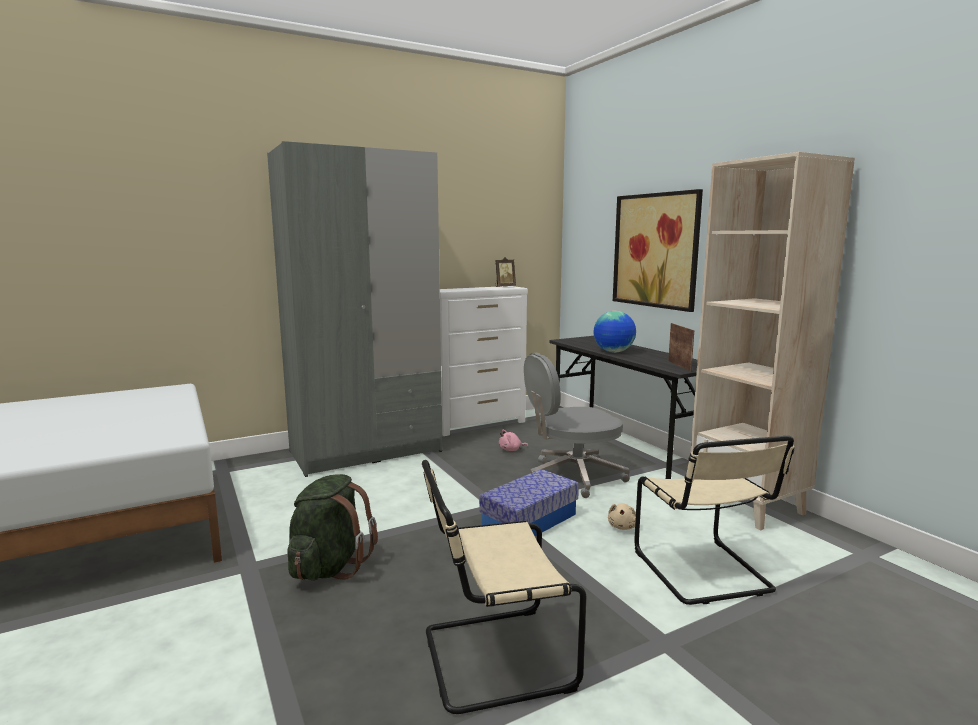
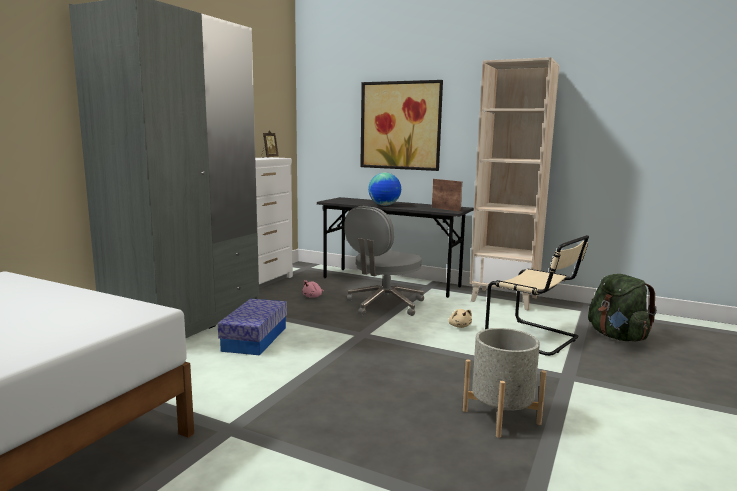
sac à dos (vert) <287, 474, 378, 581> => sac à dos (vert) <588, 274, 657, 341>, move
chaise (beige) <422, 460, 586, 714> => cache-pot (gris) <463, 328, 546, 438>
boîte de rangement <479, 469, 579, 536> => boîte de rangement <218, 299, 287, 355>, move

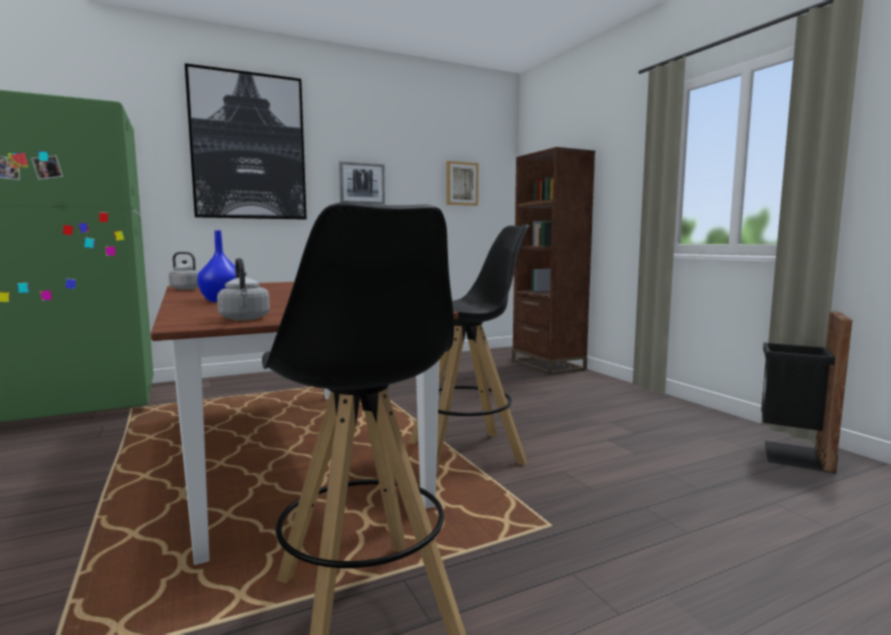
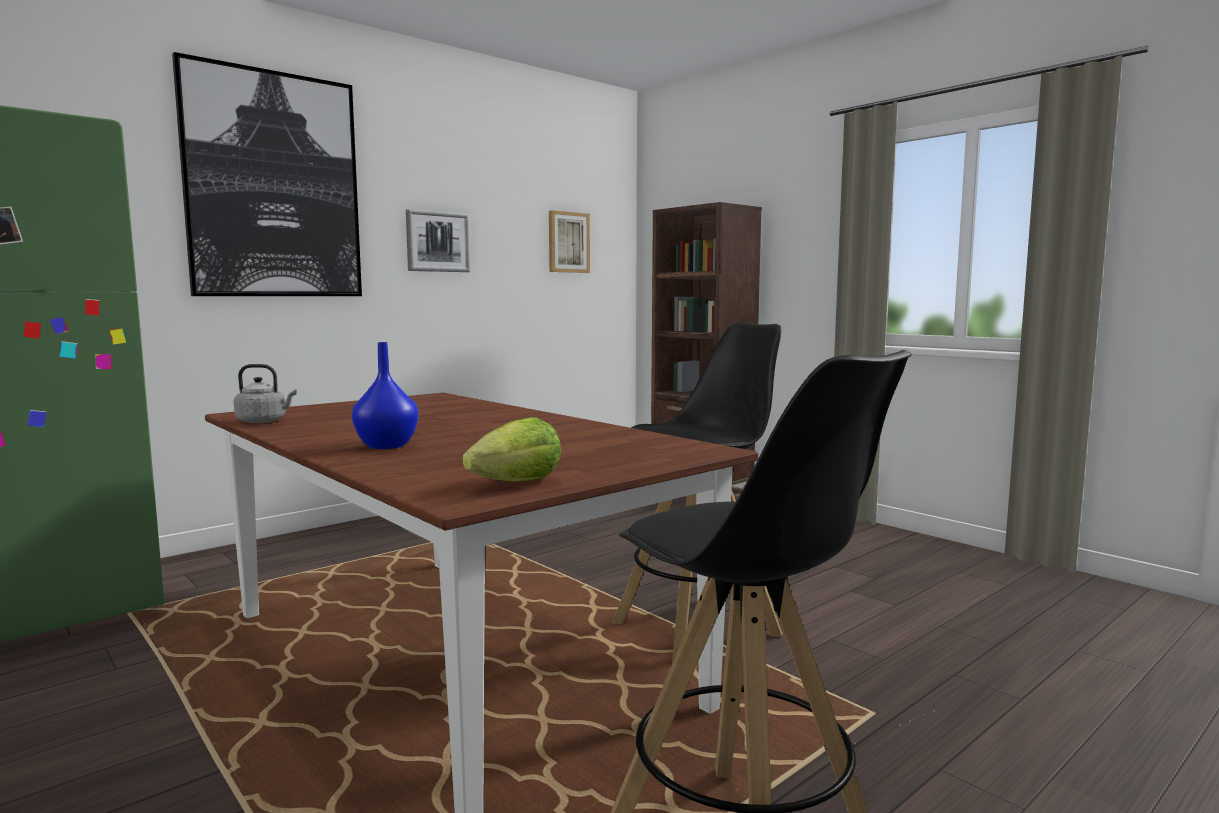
bouilloire (gris) <217, 258, 270, 321> => laitue <463, 417, 562, 482>
poubelle (noir) <761, 311, 852, 473> => nothing

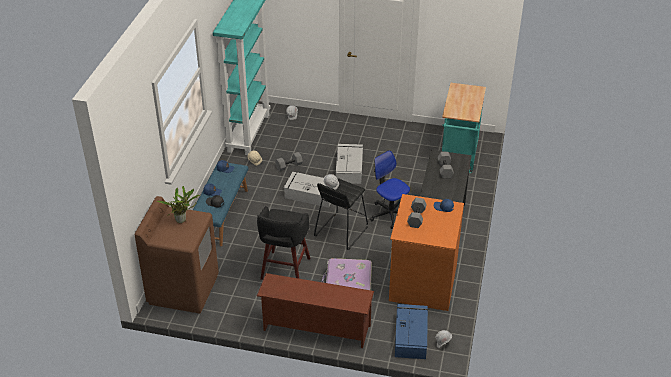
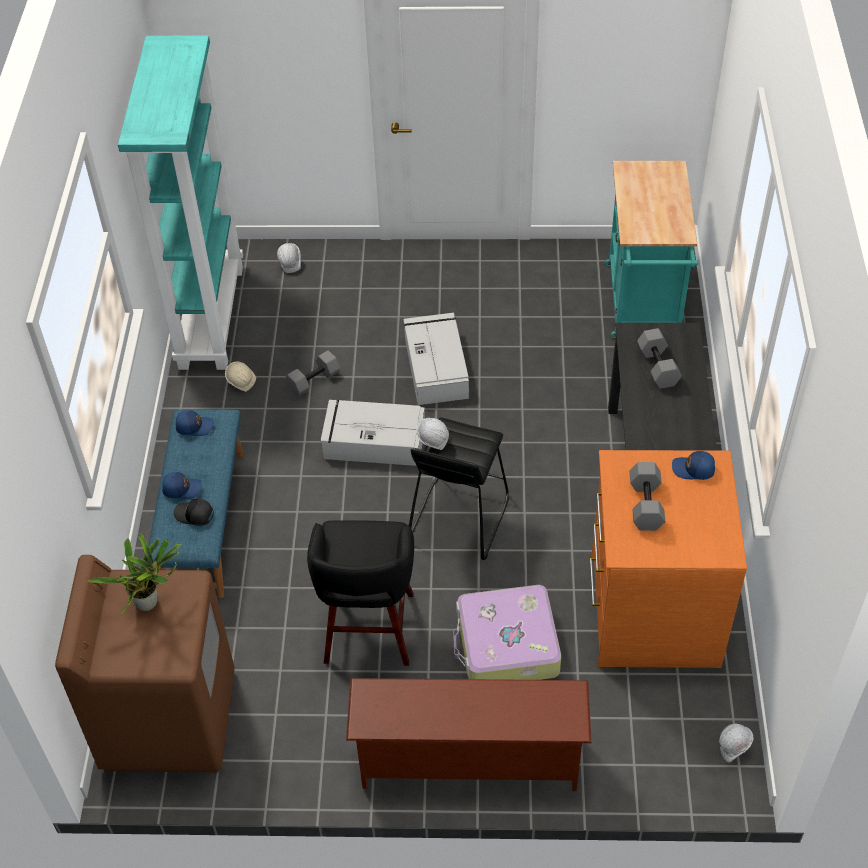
chaise de bureau <370, 150, 410, 229> => nothing
boîte de rangement (bleu) <395, 304, 428, 359> => nothing

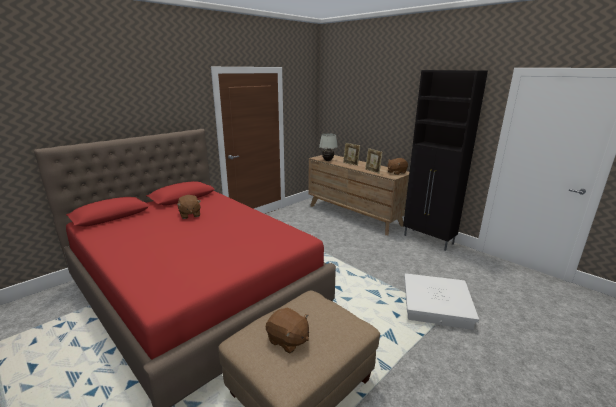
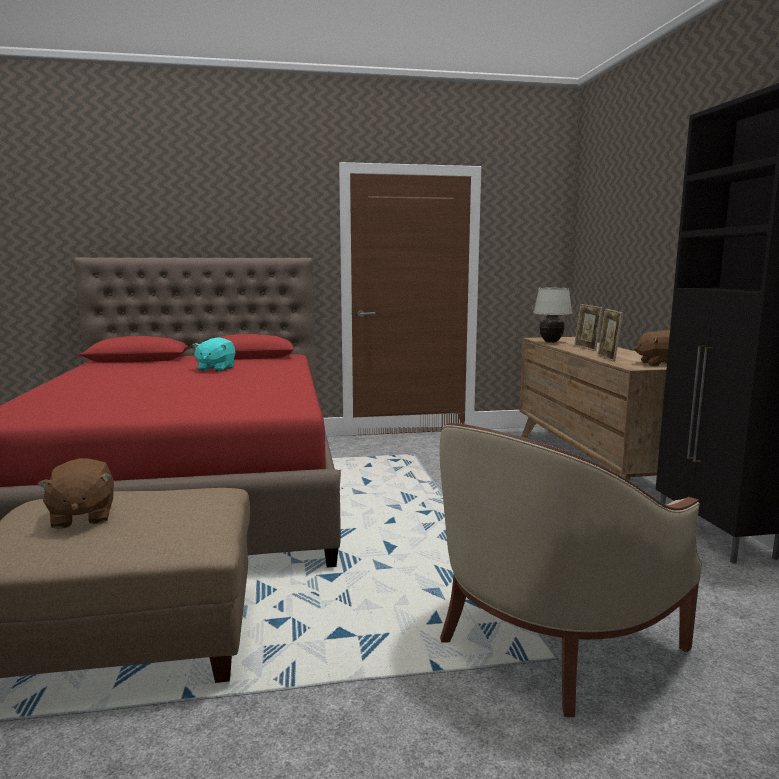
peluche (marron) <177, 195, 201, 219> => peluche (turquoise) <193, 337, 236, 372>
boîte de rangement (blanc) <404, 273, 479, 330> => fauteuil (beige) <439, 423, 702, 717>

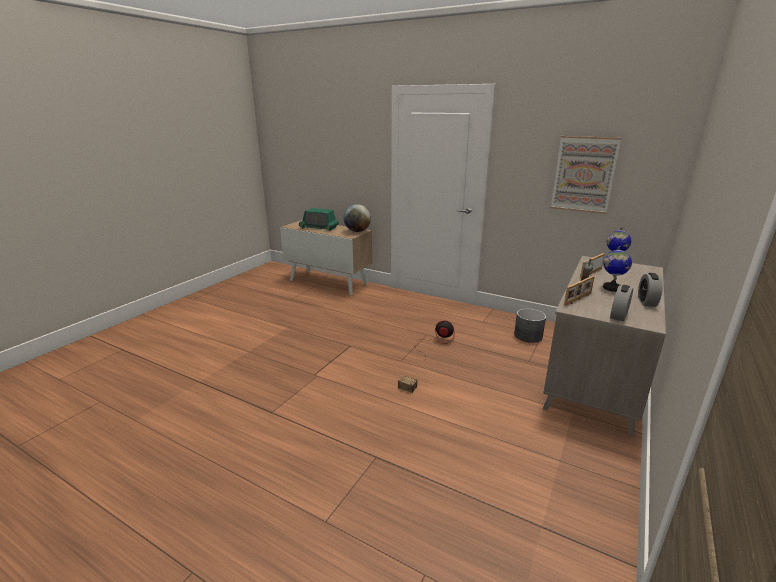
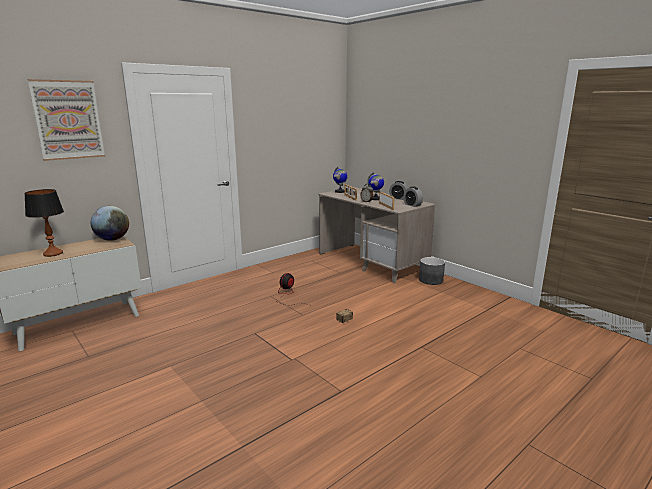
radio <299, 208, 339, 231> => lampe de table <24, 189, 64, 257>
cache-pot (gris) <514, 309, 546, 343> => cache-pot (gris) <419, 257, 445, 285>, move
tableau <551, 136, 621, 214> => tableau <28, 79, 105, 161>, move

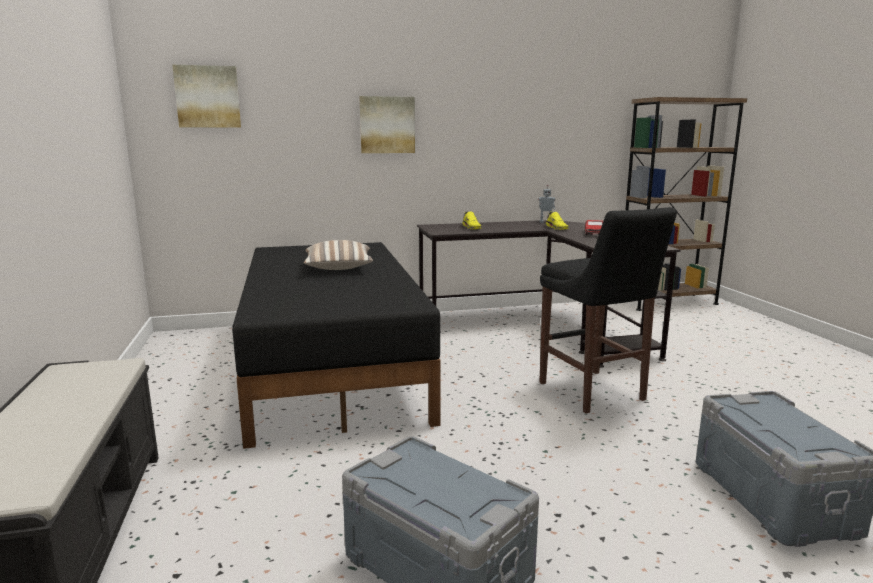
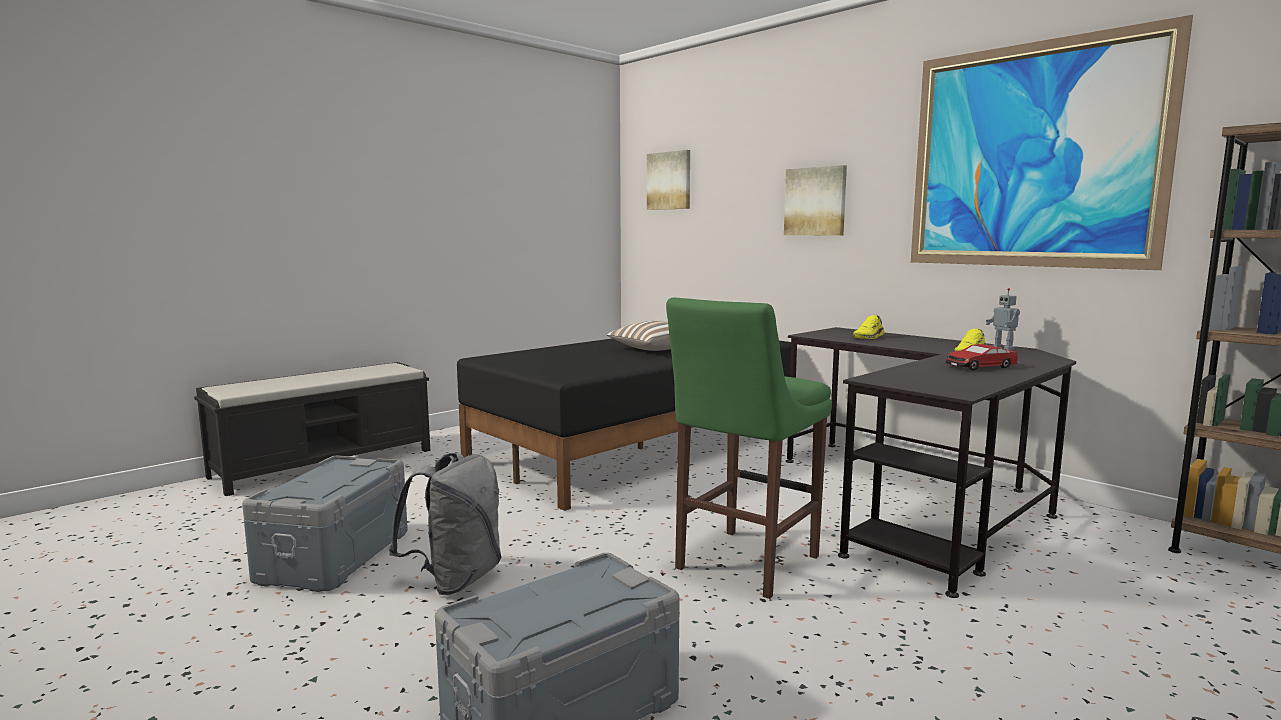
tabouret (noir) <539, 207, 677, 414> => tabouret (vert) <666, 297, 832, 599>
nothing => sac à dos (gris) <389, 453, 502, 595>
nothing => tableau <911, 15, 1193, 270>

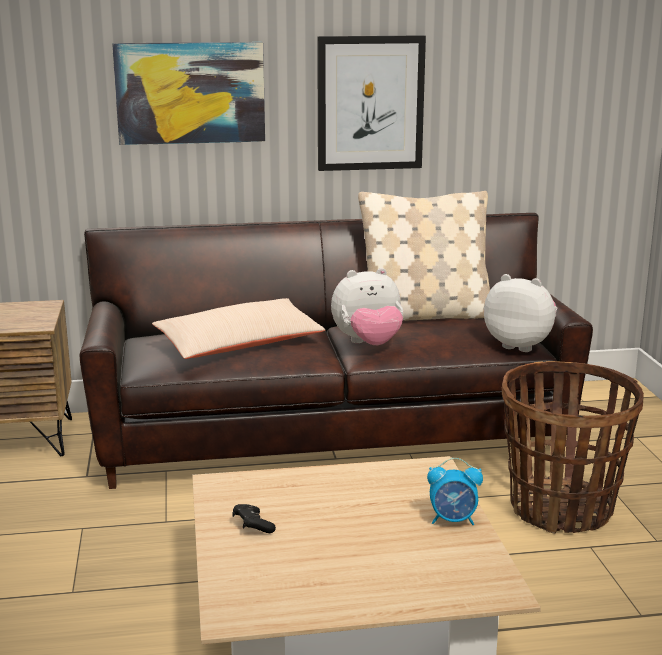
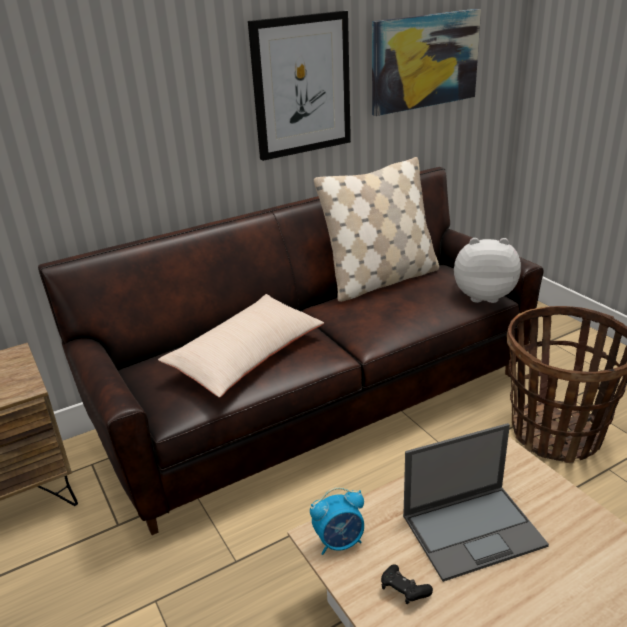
tableau <112, 42, 265, 145> => tableau <372, 9, 481, 116>, move
peluche <331, 268, 403, 345> => nothing
réveil <427, 458, 483, 525> => réveil <310, 487, 364, 555>, move
nothing => ordinateur portable <403, 423, 549, 582>

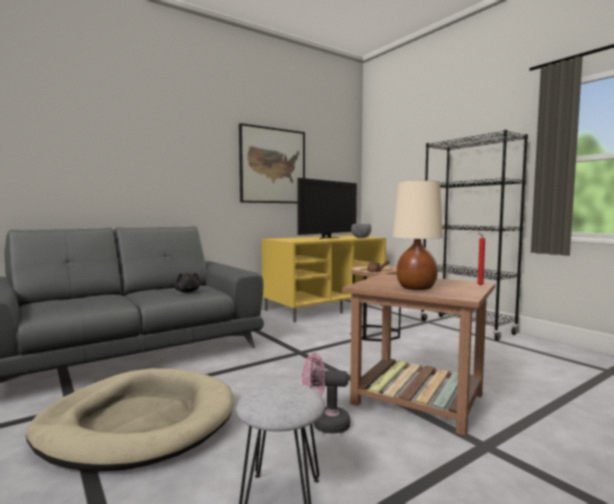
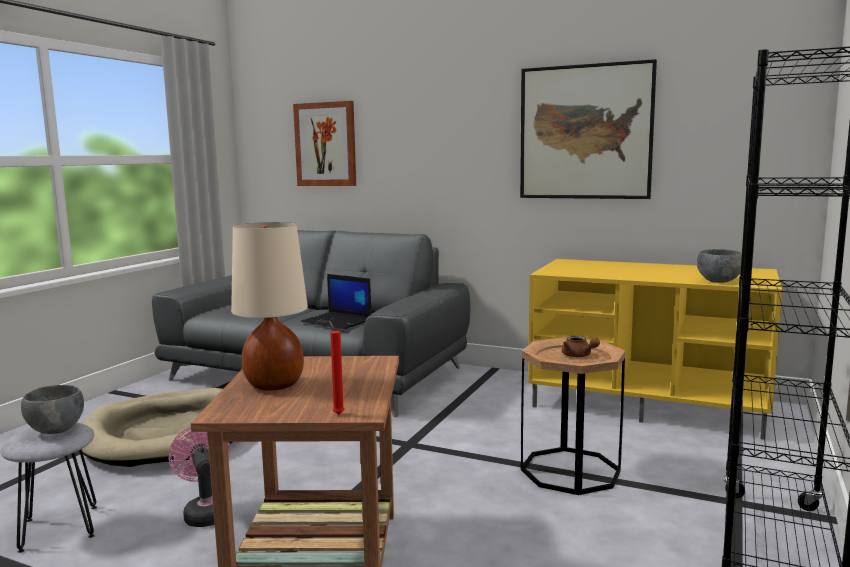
peluche (noir) <175, 273, 200, 293> => ordinateur portable <301, 274, 372, 329>
téléviseur <297, 178, 357, 239> => nothing
nothing => bol (gris) <21, 385, 84, 434>
nothing => tableau <293, 101, 356, 186>

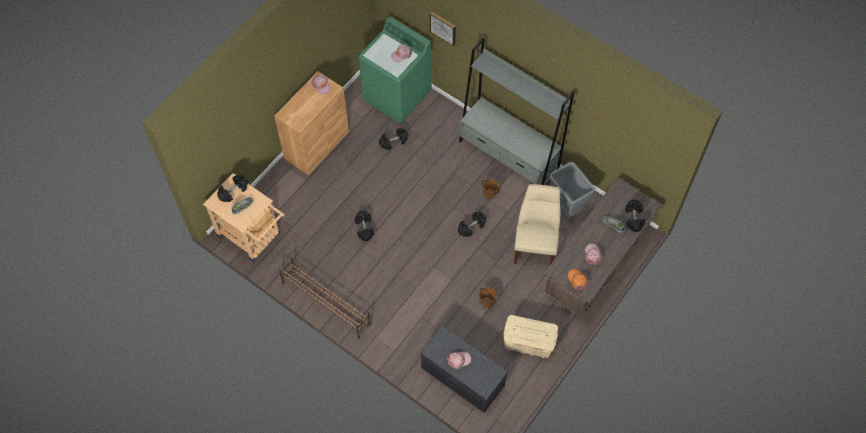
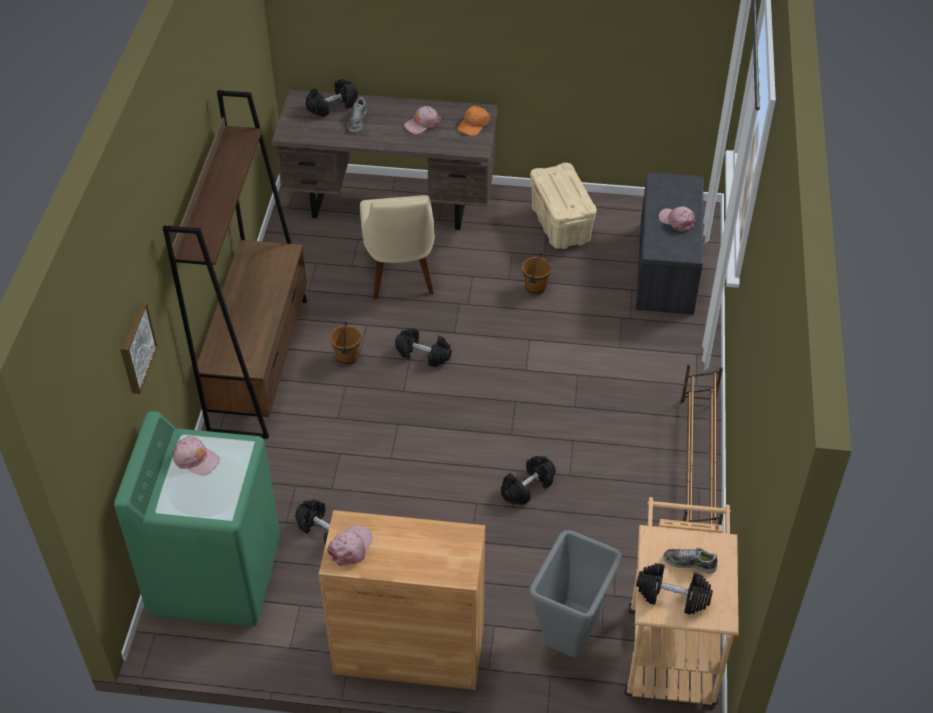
bibliothèque (gris) <459, 37, 575, 185> => bibliothèque (marron) <163, 90, 307, 439>
chaise (beige) <514, 184, 560, 265> => chaise (beige) <360, 195, 435, 299>, 75 degrees counterclockwise
poubelle (gris) <549, 162, 595, 218> => poubelle (gris) <530, 530, 622, 657>, move

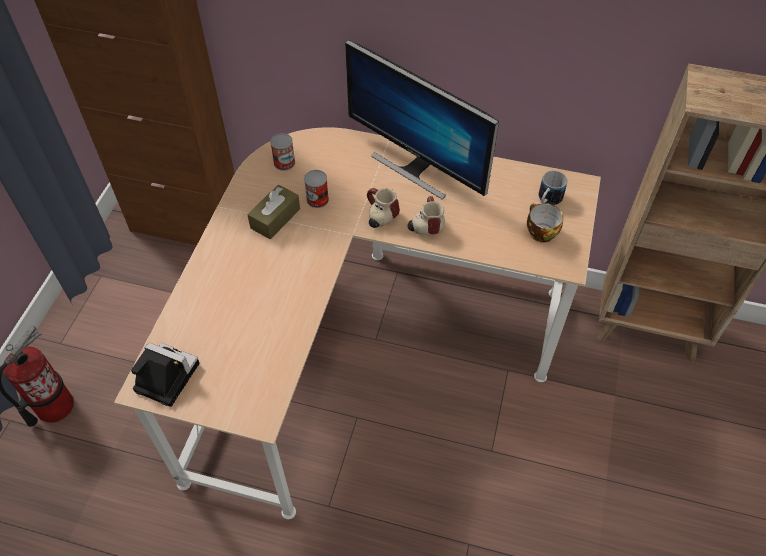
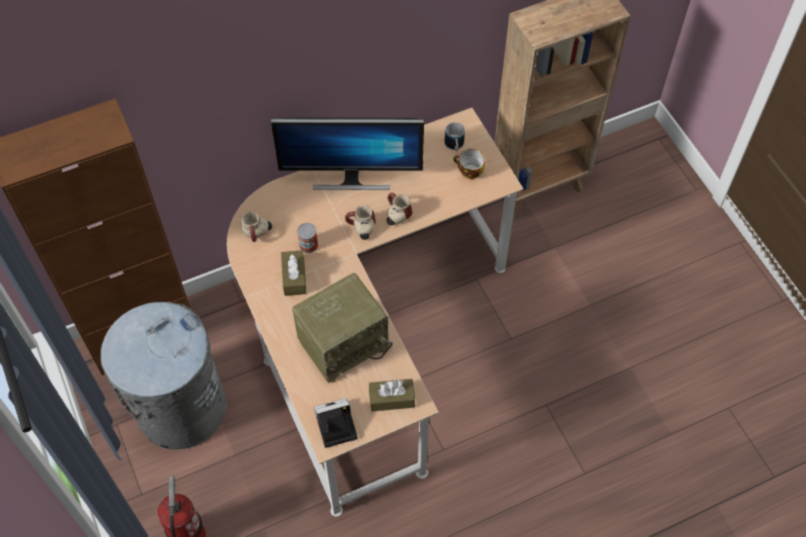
boîte métallique <270, 133, 295, 171> => mug <241, 212, 272, 242>
nothing => poubelle (gris) <100, 302, 227, 450>
nothing => radio <292, 273, 393, 383>
nothing => boîte à mouchoirs (marron) <369, 379, 415, 412>

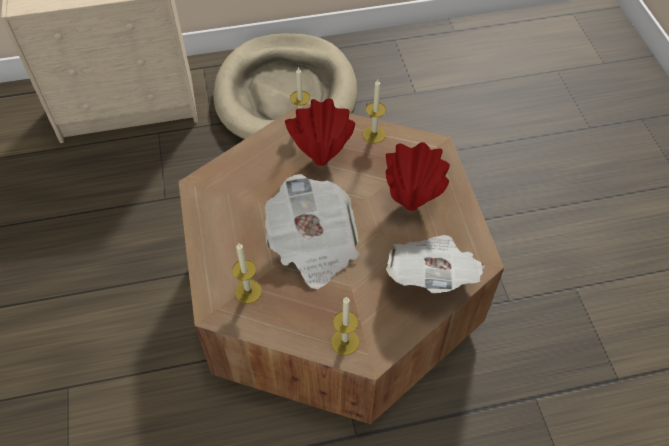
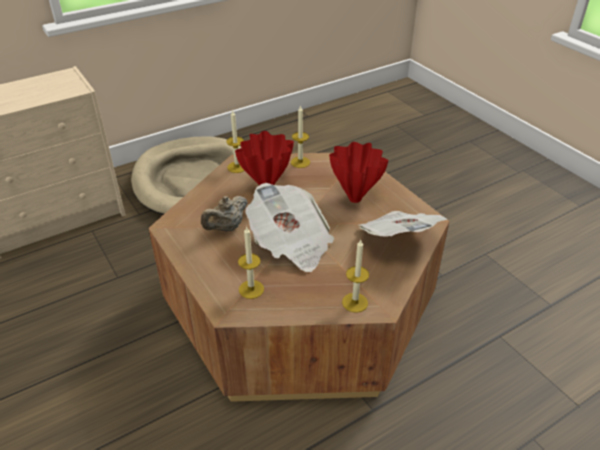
nothing => théière (beige) <201, 196, 248, 232>

